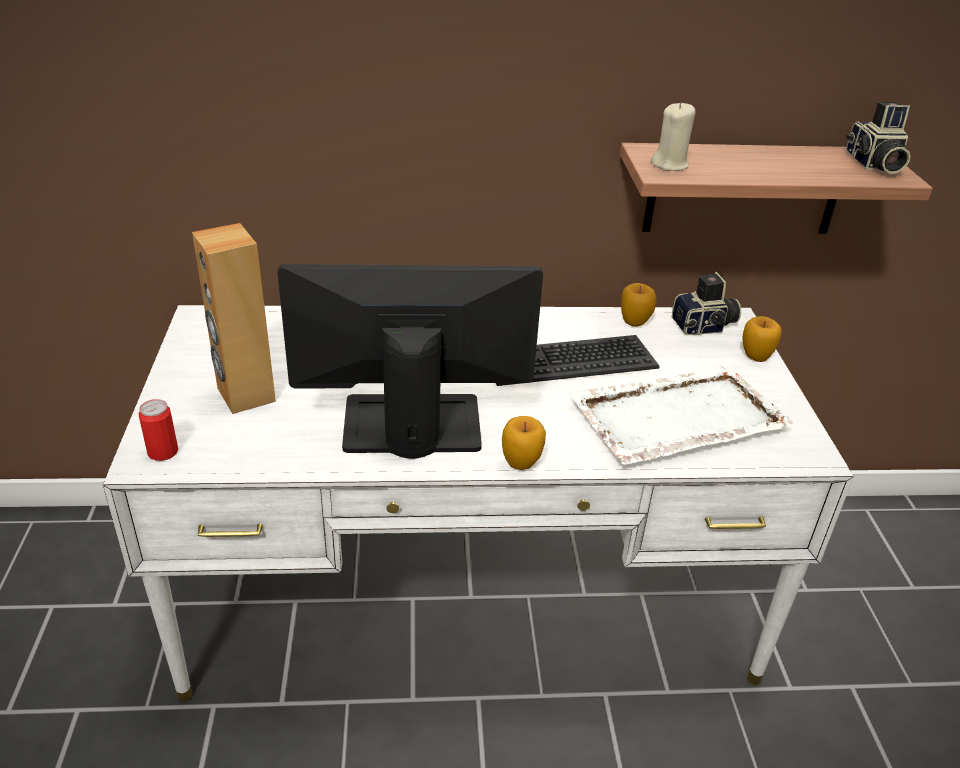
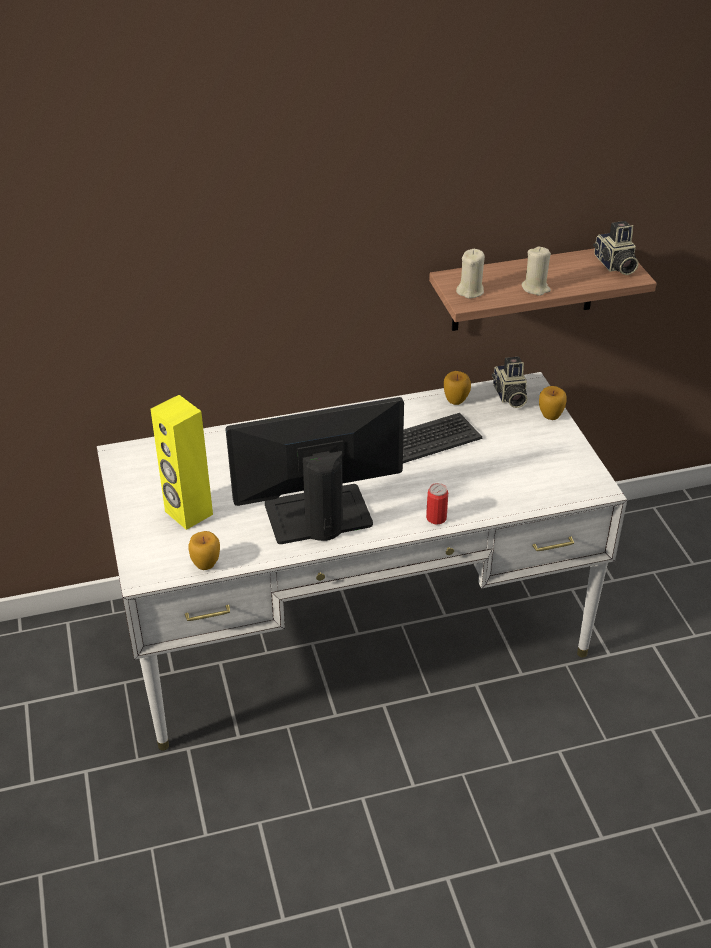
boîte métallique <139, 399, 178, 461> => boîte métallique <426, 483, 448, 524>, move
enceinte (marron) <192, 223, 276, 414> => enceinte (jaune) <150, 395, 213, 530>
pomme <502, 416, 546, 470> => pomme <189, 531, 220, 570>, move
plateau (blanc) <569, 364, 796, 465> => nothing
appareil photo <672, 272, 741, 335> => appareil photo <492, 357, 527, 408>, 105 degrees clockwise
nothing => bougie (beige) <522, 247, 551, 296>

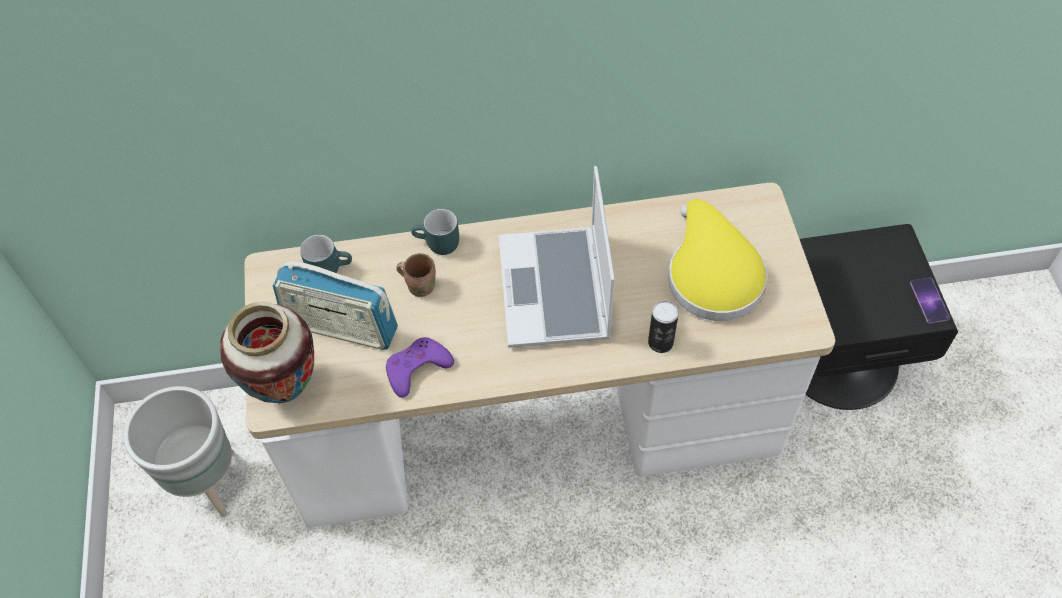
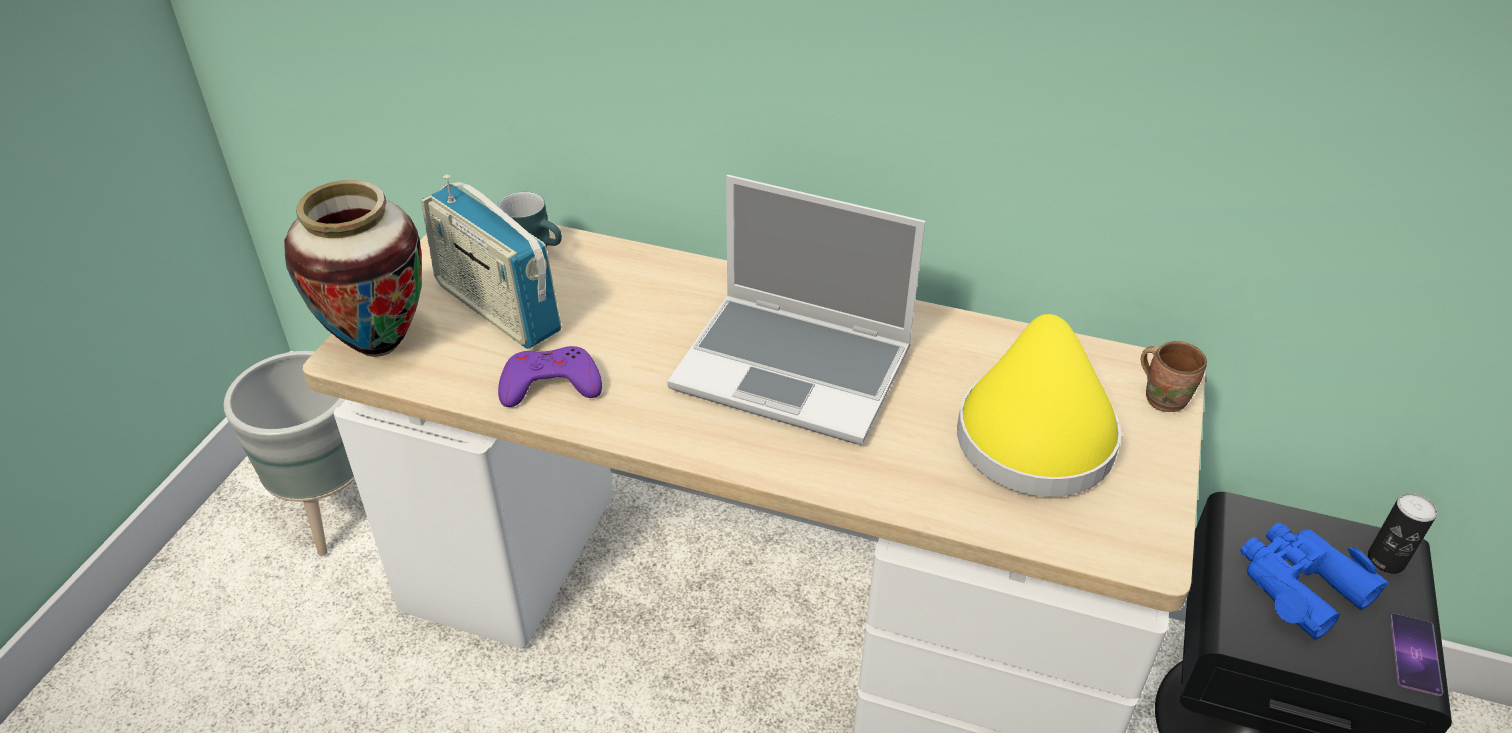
mug (marron) <396, 253, 436, 297> => mug (marron) <1141, 341, 1207, 412>, move
mug (turquoise) <411, 209, 459, 255> => nothing
ordinateur portable <499, 166, 615, 348> => ordinateur portable <667, 175, 925, 445>, 90 degrees counterclockwise
boîte métallique <648, 301, 679, 353> => boîte métallique <1368, 493, 1437, 574>, move
nothing => jumelles (bleu) <1240, 523, 1389, 639>

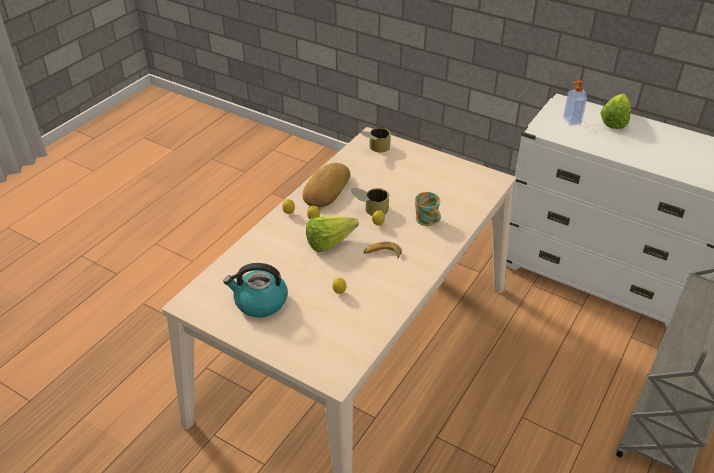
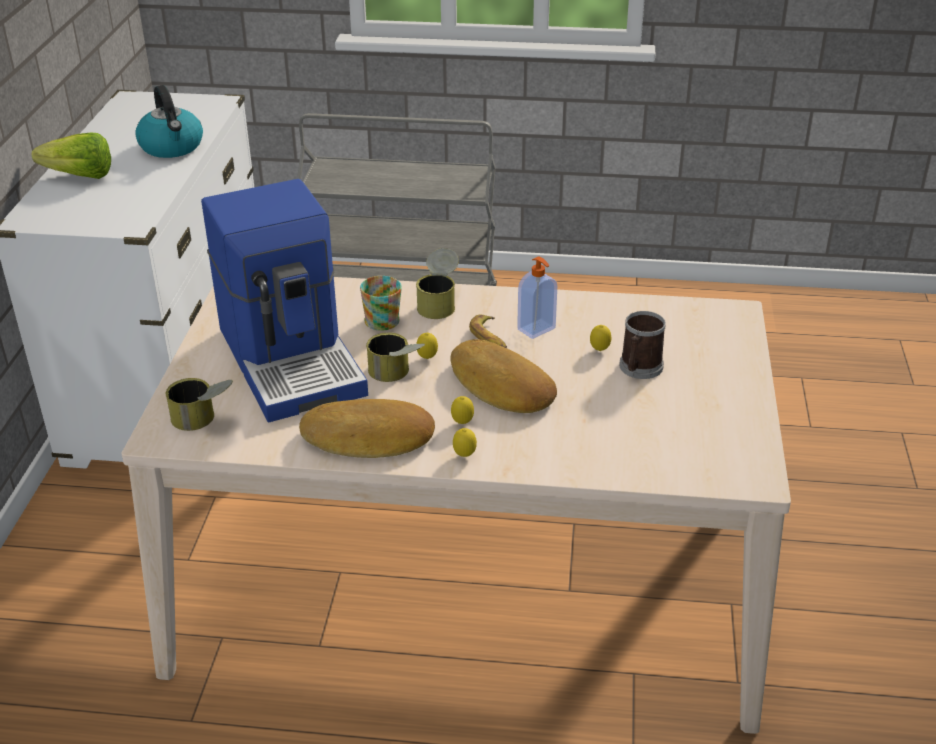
bouilloire <223, 263, 288, 318> => bouilloire <135, 85, 203, 158>, move
laitue <306, 216, 358, 252> => pain <451, 339, 557, 413>
distributeur de savon <563, 80, 587, 126> => distributeur de savon <517, 257, 557, 339>, move
nothing => machine à café <201, 179, 368, 423>
nothing => boîte métallique <416, 248, 459, 319>
nothing => mug <619, 311, 666, 379>

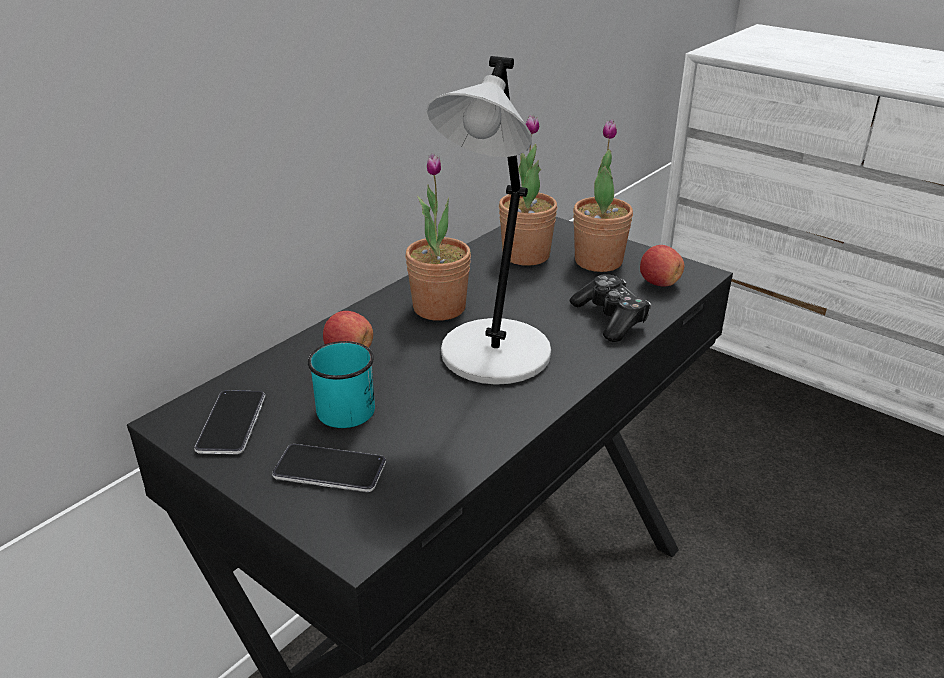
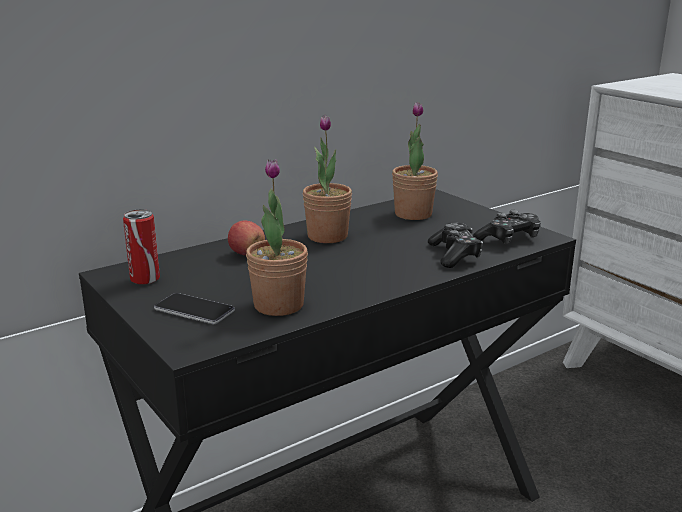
téléphone <194, 390, 265, 454> => boîte métallique <123, 209, 160, 285>
mug (turquoise) <308, 341, 375, 428> => nothing
lampe de table (gris) <427, 56, 551, 385> => nothing
plante en pot <573, 119, 633, 272> => plante en pot <246, 159, 308, 316>, move
pomme <640, 245, 684, 286> => manette <473, 210, 541, 244>

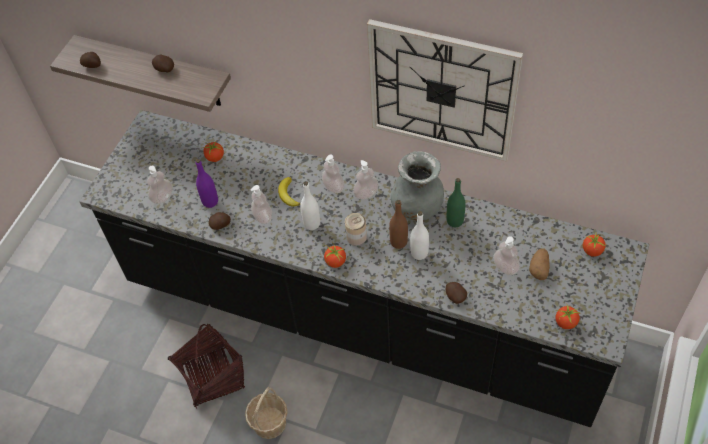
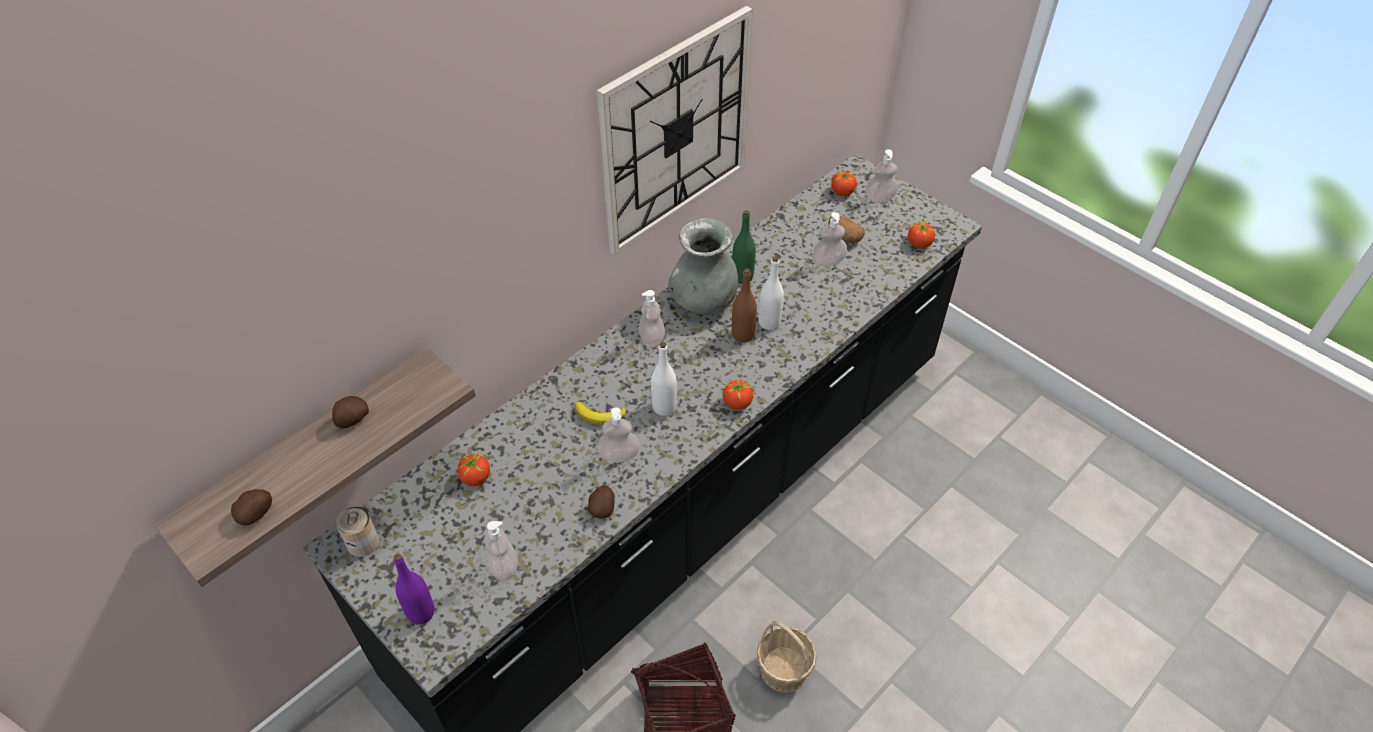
bouteille (violet) <195, 159, 218, 208> => bouteille (violet) <393, 554, 434, 625>, move
distributeur de savon <322, 155, 344, 193> => distributeur de savon <865, 149, 898, 203>, move
boîte métallique <345, 213, 367, 246> => boîte métallique <336, 507, 379, 557>, move
pomme de terre <446, 282, 467, 304> => nothing

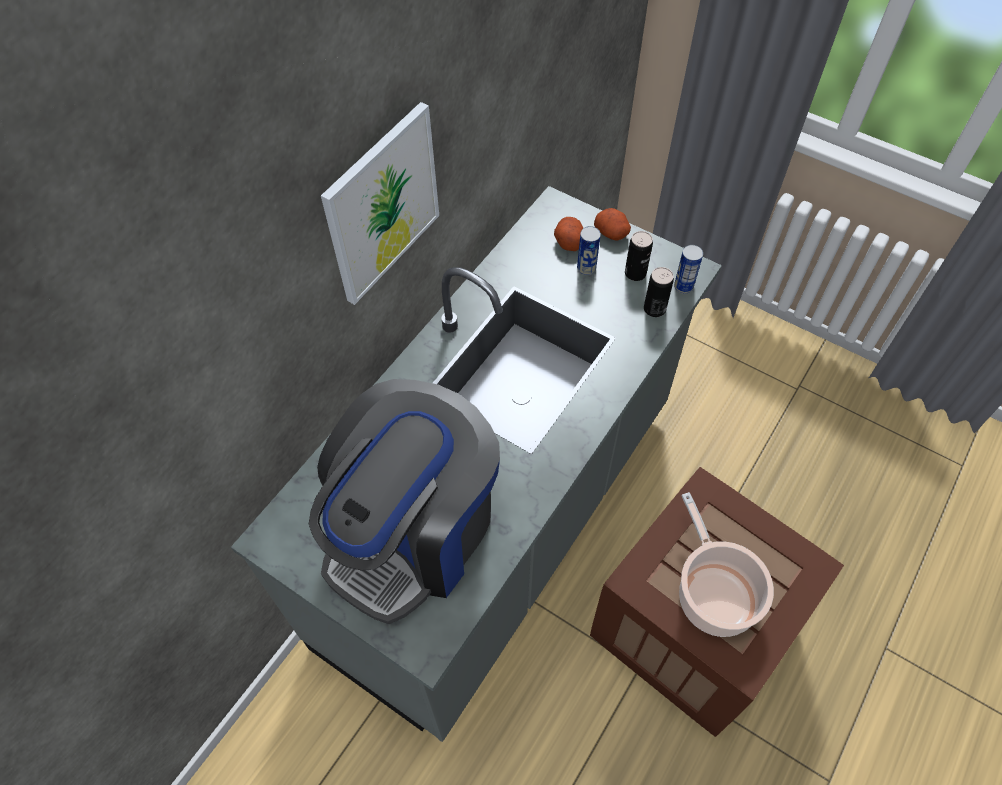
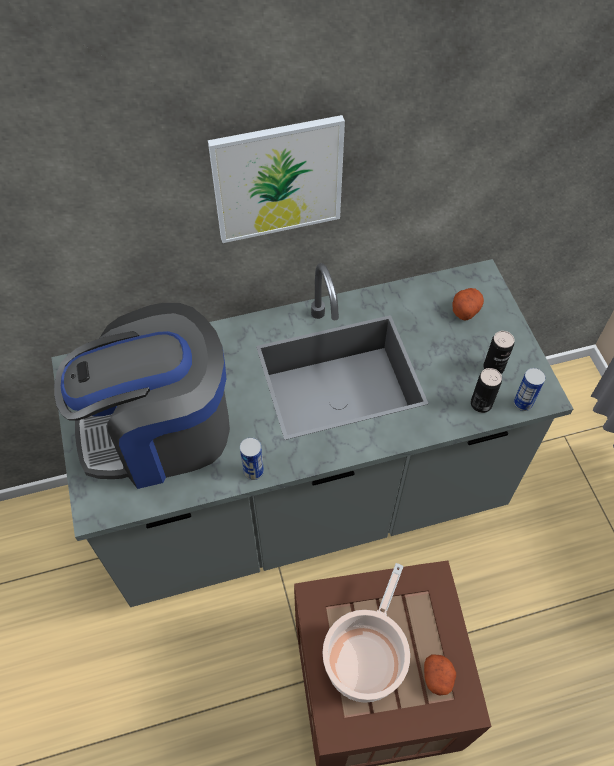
boîte métallique <577, 226, 601, 275> => boîte métallique <240, 437, 264, 480>, move
pomme de terre <594, 208, 631, 240> => pomme de terre <424, 654, 456, 696>, move

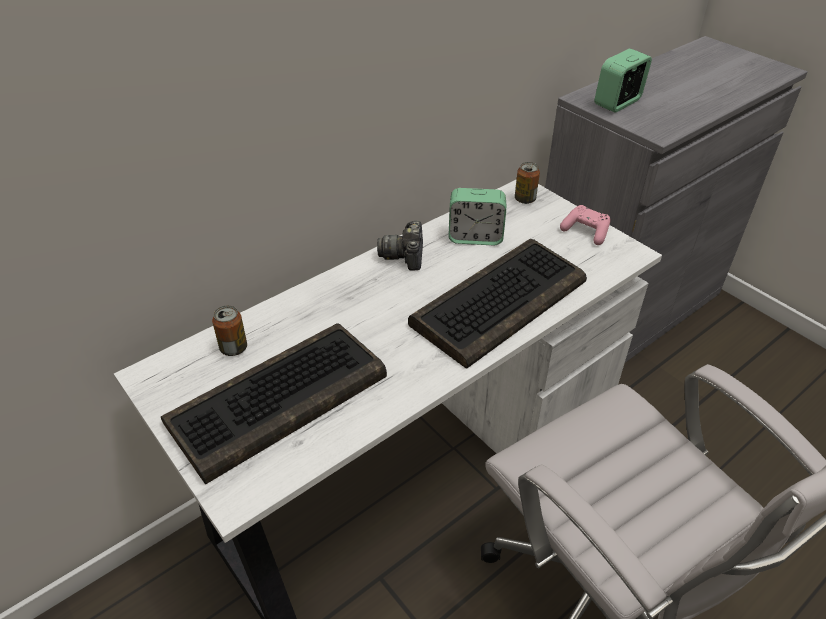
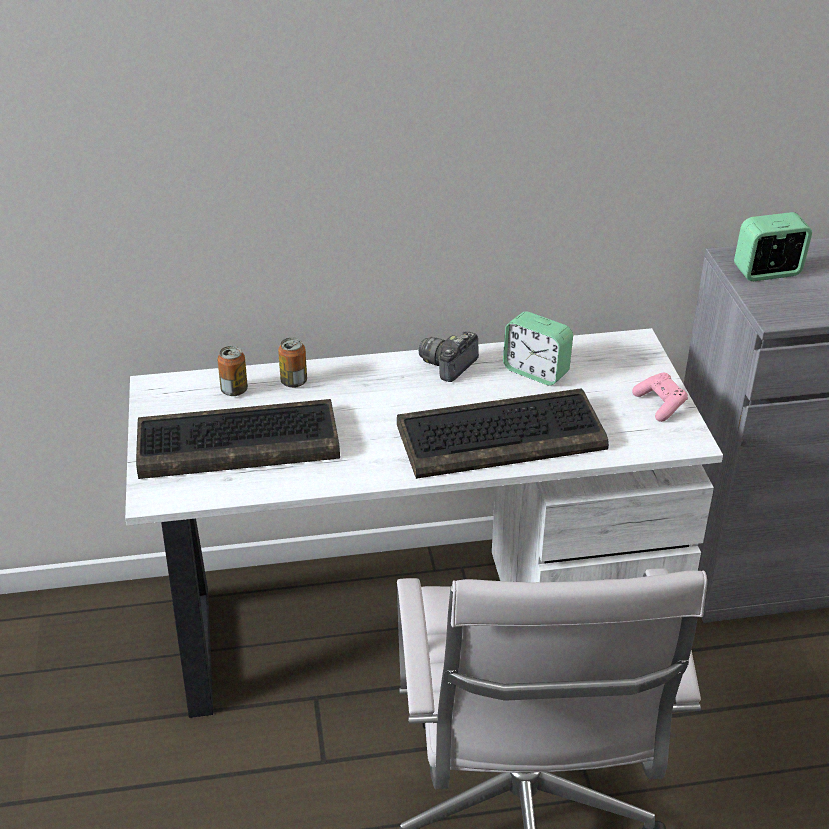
boîte métallique <515, 162, 540, 204> => boîte métallique <278, 337, 307, 388>, move

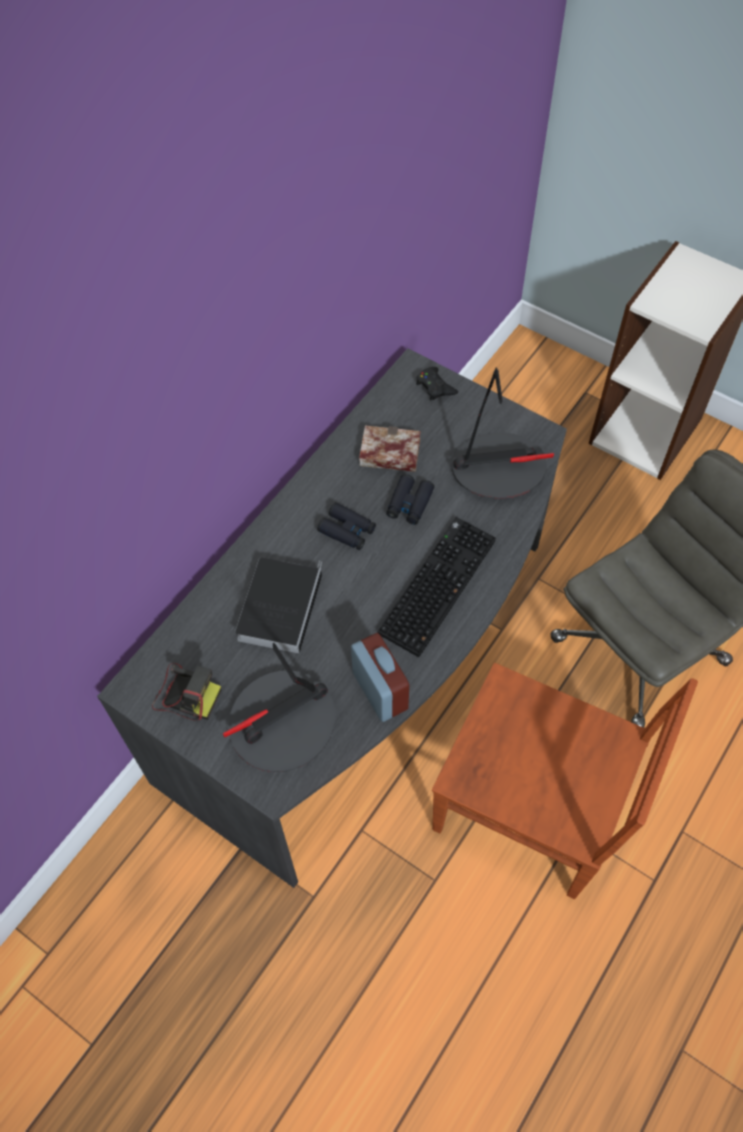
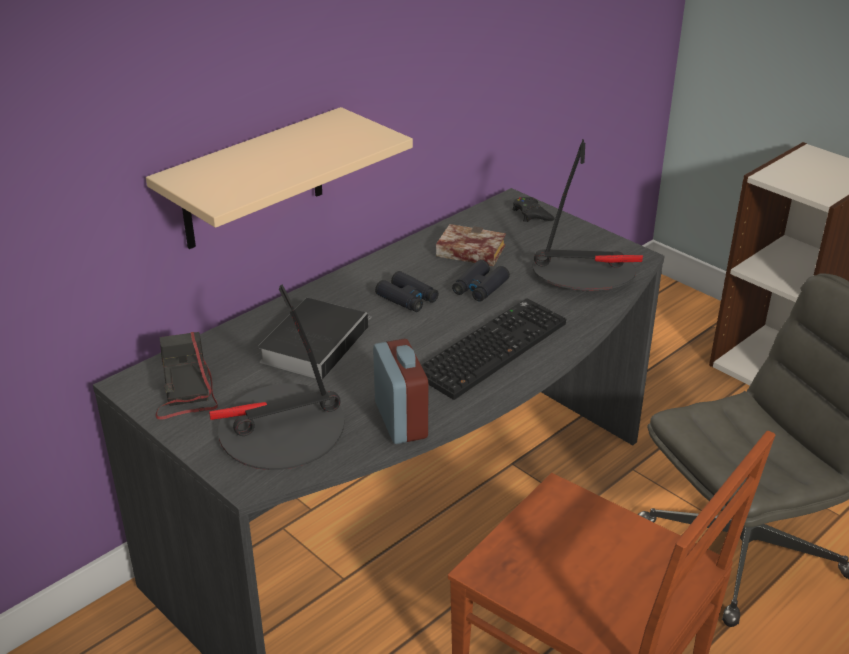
appareil photo <152, 663, 221, 721> => appareil photo <155, 332, 218, 420>, 135 degrees counterclockwise
nothing => étagère (beige) <146, 107, 413, 249>

